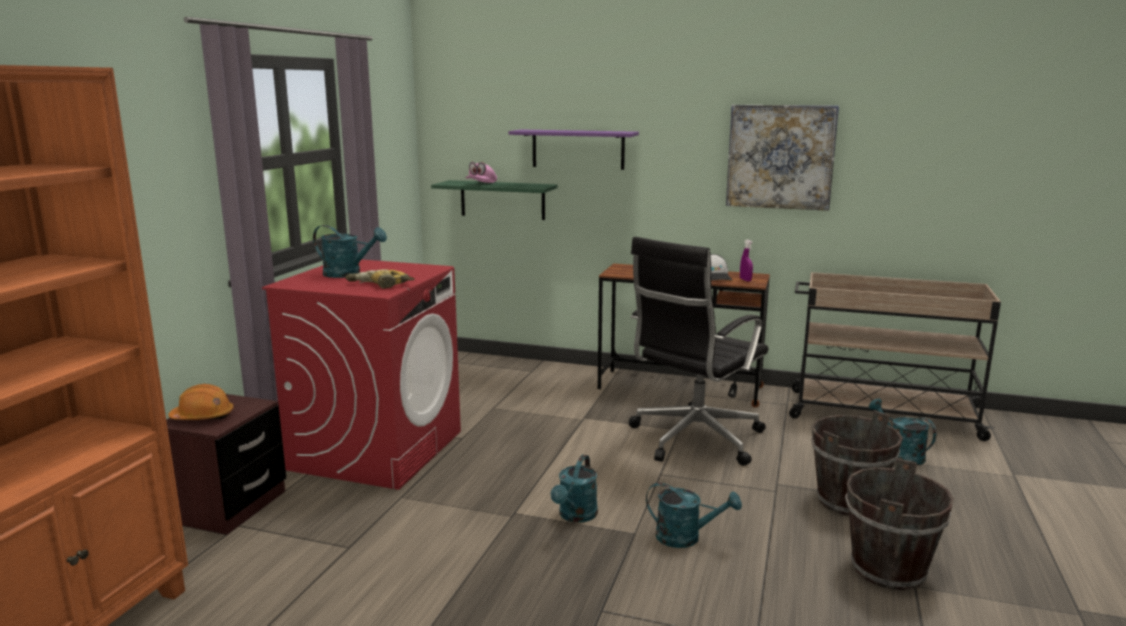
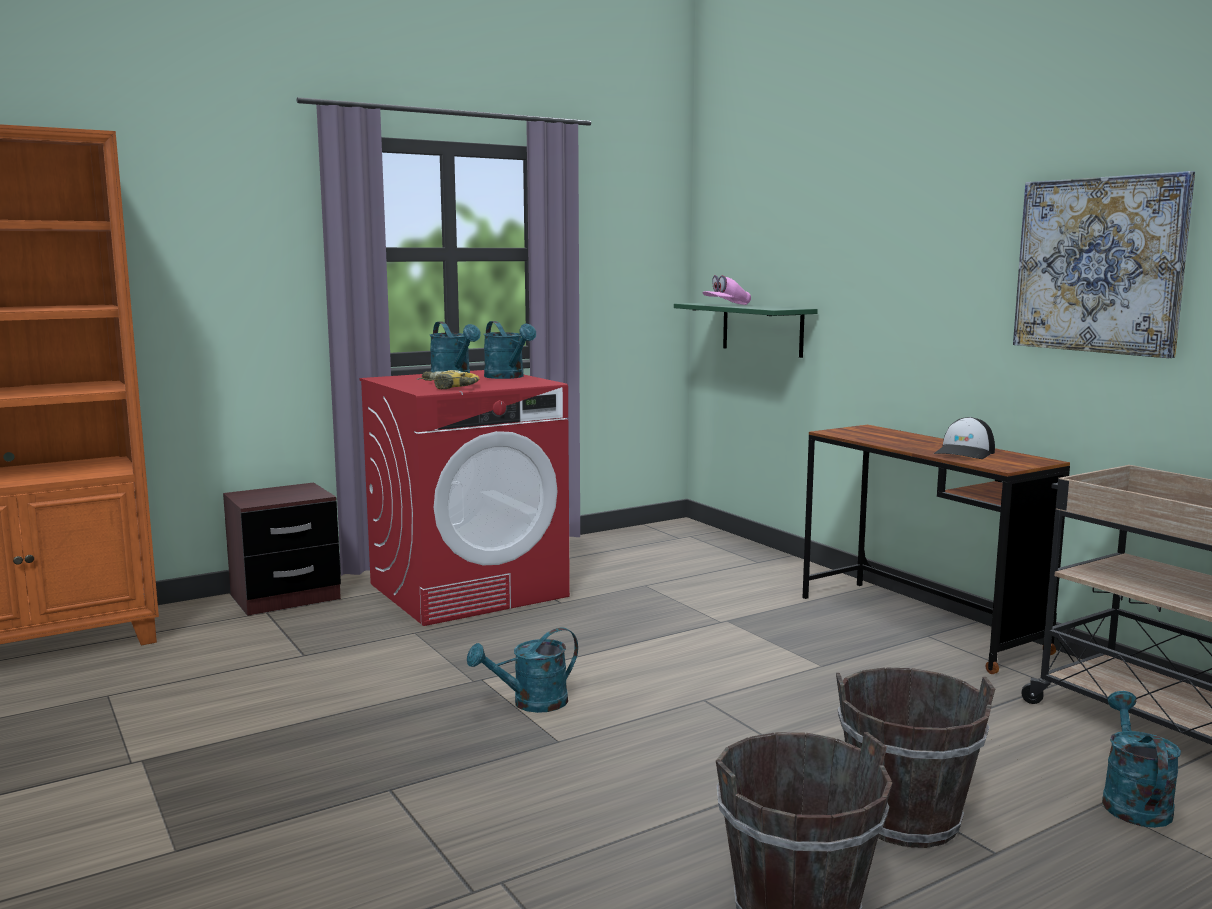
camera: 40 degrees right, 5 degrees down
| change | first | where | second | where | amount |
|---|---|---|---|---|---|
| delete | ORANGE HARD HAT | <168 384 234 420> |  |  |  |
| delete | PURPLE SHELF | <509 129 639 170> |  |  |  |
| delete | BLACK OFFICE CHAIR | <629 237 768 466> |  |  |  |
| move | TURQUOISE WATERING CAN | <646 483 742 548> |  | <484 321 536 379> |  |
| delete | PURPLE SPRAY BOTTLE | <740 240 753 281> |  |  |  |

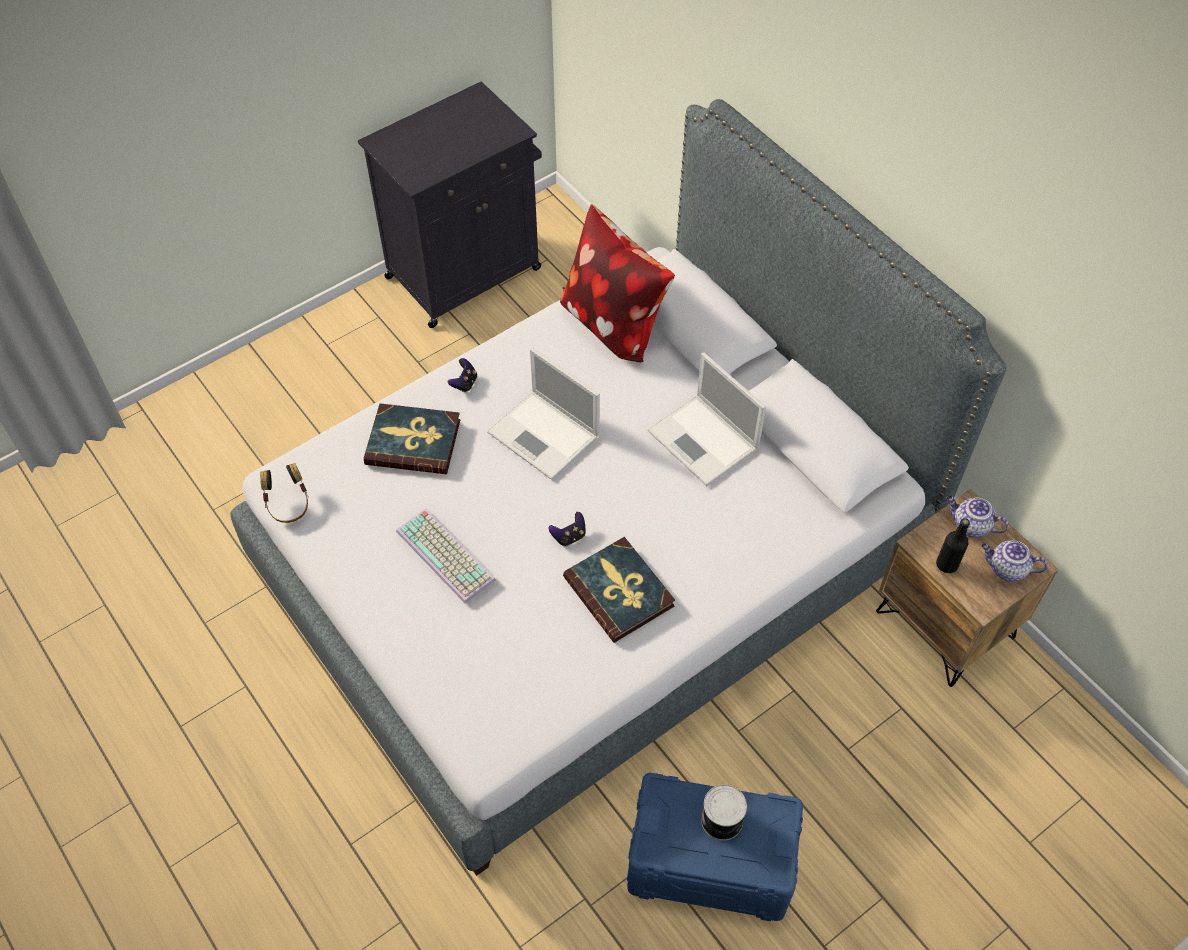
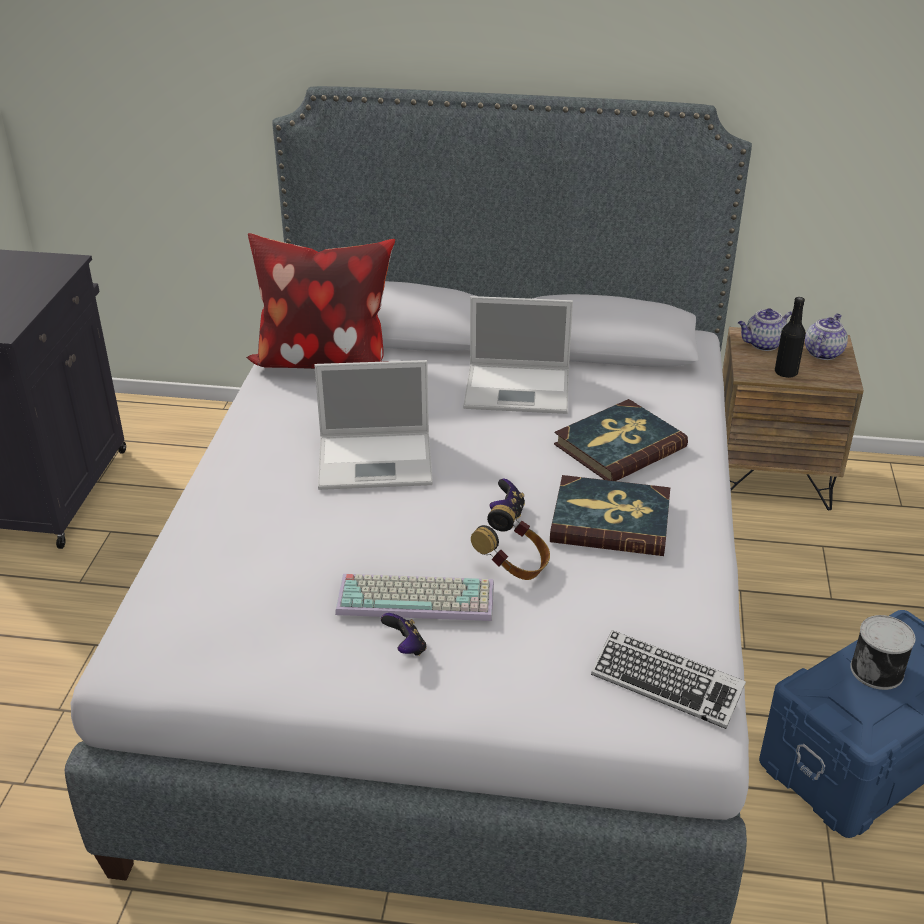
camera: 45 degrees left, 20 degrees down
| change | first | where | second | where | amount |
|---|---|---|---|---|---|
| move | HEADPHONES | <260 463 308 523> |  | <471 505 550 580> |  |
| move | BOOK | <364 403 460 474> |  | <554 399 688 481> |  |
| move | GAME CONTROLLER | <448 358 477 392> |  | <381 613 427 656> |  |
| rotate | TEAPOT | <981 540 1048 582> |  | <805 314 848 360> | 150 degrees clockwise |
| insert |  |  | KEYBOARD | <591 630 746 729> |  |

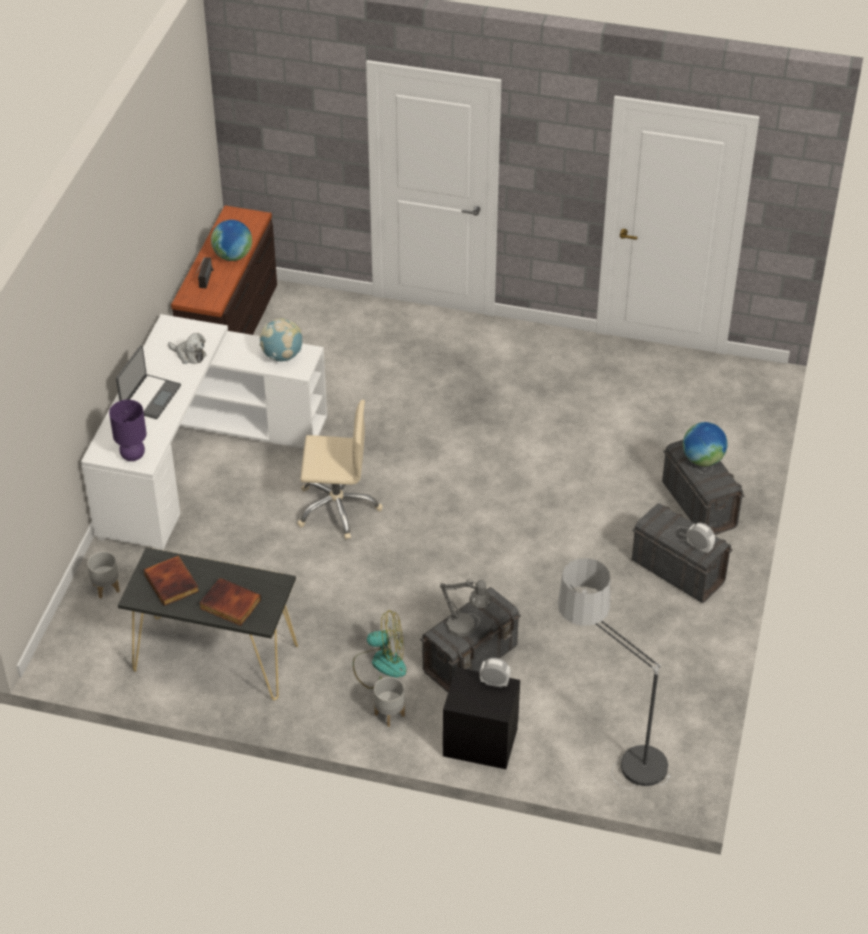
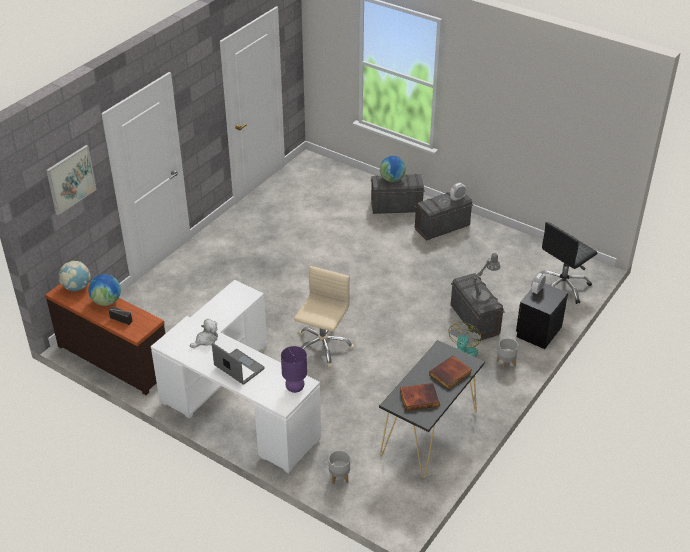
camera: 70 degrees left, 5 degrees down
| change | first | where | second | where | amount |
|---|---|---|---|---|---|
| move | GLOBE | <259 318 302 361> |  | <59 261 91 291> |  |
| replace | FLOOR LAMP | <558 558 671 789> | BLACK OFFICE CHAIR | <540 222 597 304> |  |
| insert |  |  | PICTURE | <46 145 97 215> |  |

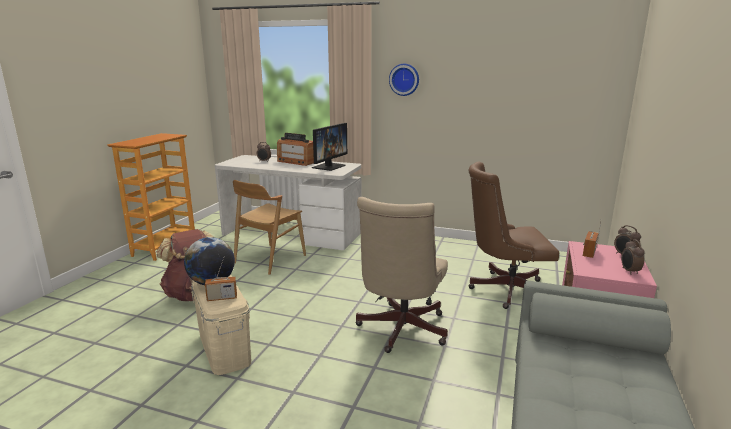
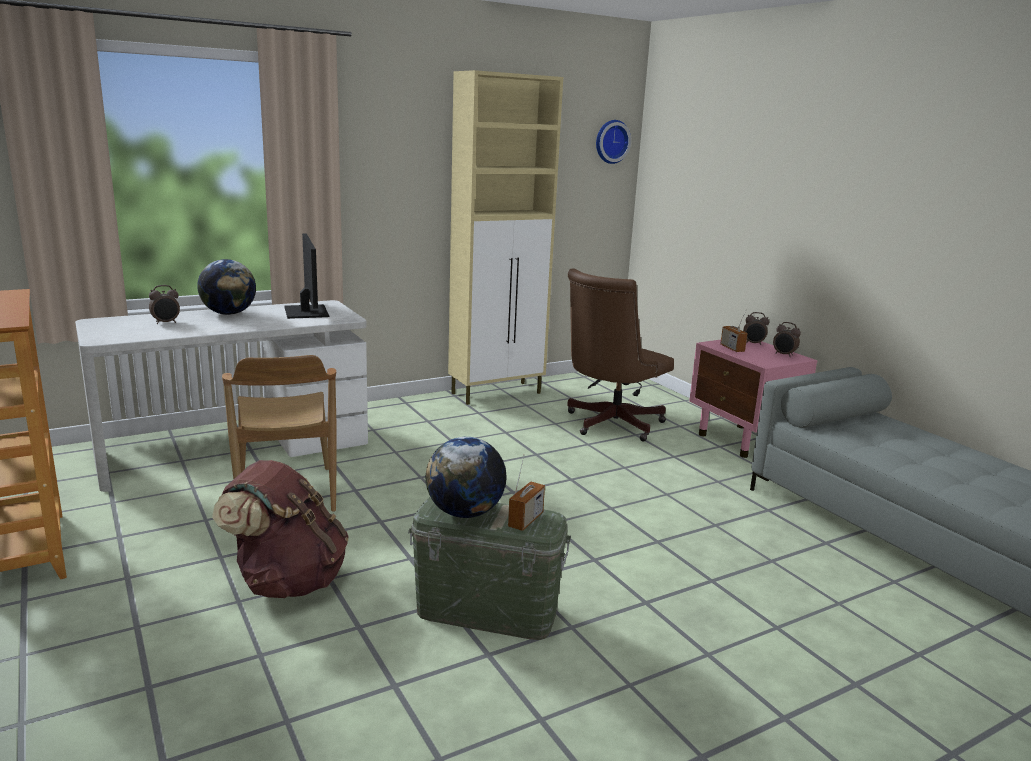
camera: 50 degrees left, 0 degrees up
| change | first | where | second | where | amount |
|---|---|---|---|---|---|
| recolor | BEIGE STORAGE BOX | <191 275 251 375> | GREEN STORAGE BOX | <408 497 571 640> |  |
| replace | RADIO | <277 133 314 166> | GLOBE | <197 259 256 315> |  |
| delete | BEIGE OFFICE CHAIR | <356 197 448 353> |  |  |  |
| move | WALL CLOCK | <389 64 419 96> |  | <596 120 631 164> |  |
| insert |  |  | BEIGE CABINET | <448 70 563 405> |  |

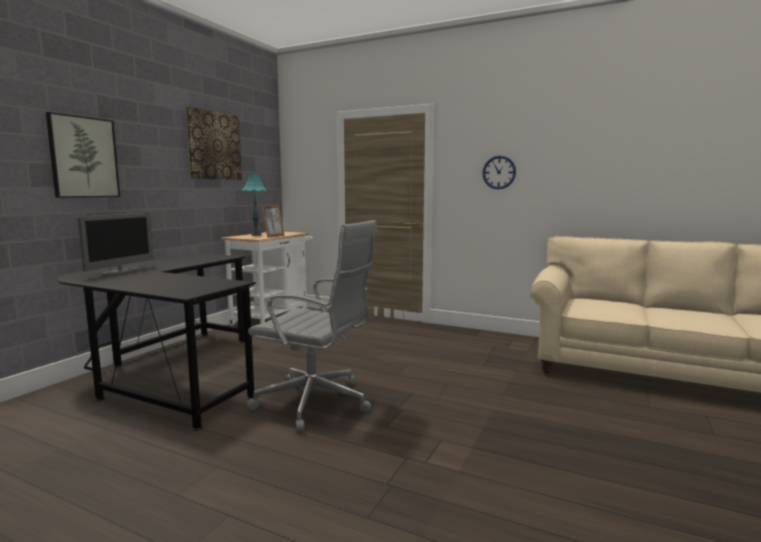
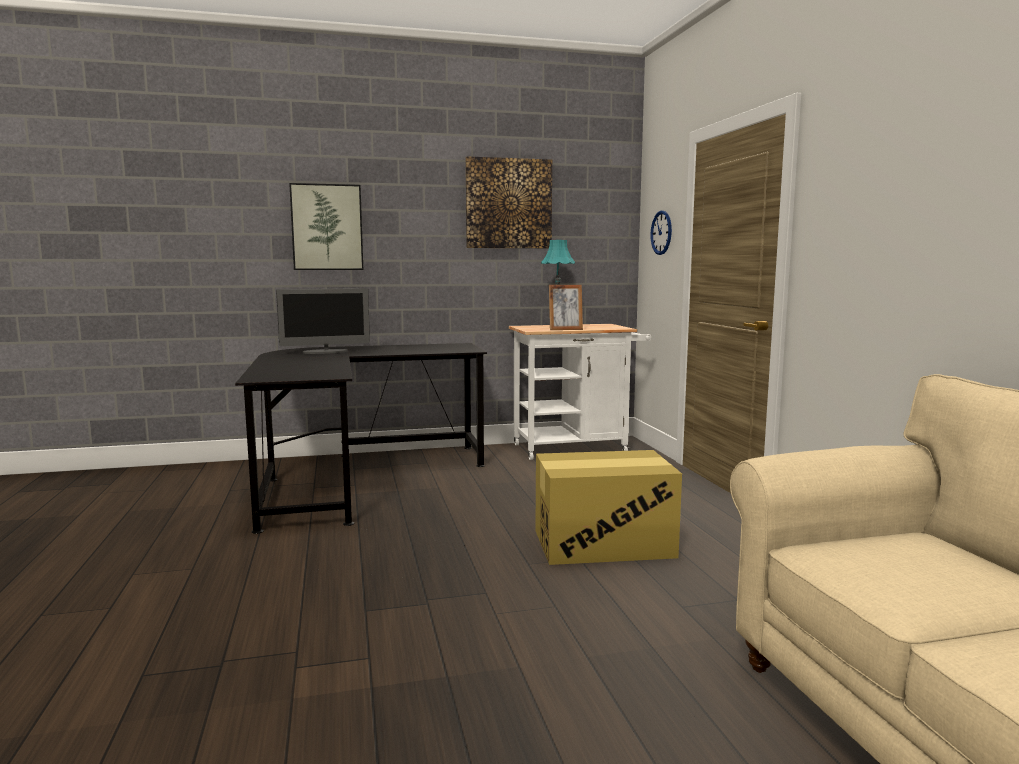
camera: 50 degrees right, 0 degrees up
| change | first | where | second | where | amount |
|---|---|---|---|---|---|
| delete | GREY OFFICE CHAIR | <246 220 377 432> |  |  |  |
| move | WALL CLOCK | <482 155 516 189> |  | <650 210 672 255> |  |
| insert |  |  | CARDBOARD BOX | <535 450 682 565> |  |

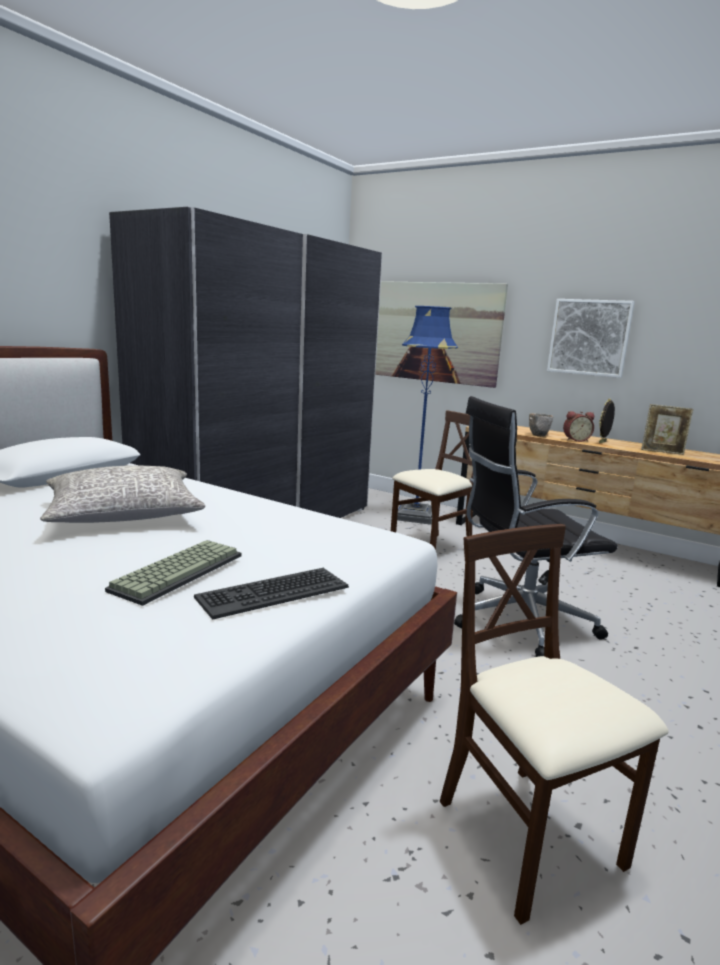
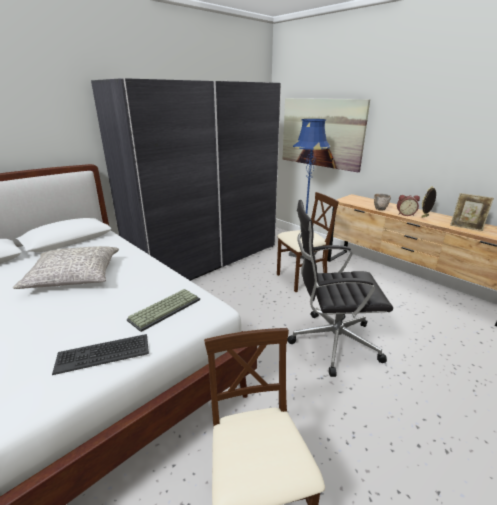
camera: 15 degrees right, 10 degrees up
| change | first | where | second | where | amount |
|---|---|---|---|---|---|
| move | KEYBOARD | <105 540 242 606> |  | <127 289 200 332> |  |
| delete | PICTURE | <547 299 635 378> |  |  |  |

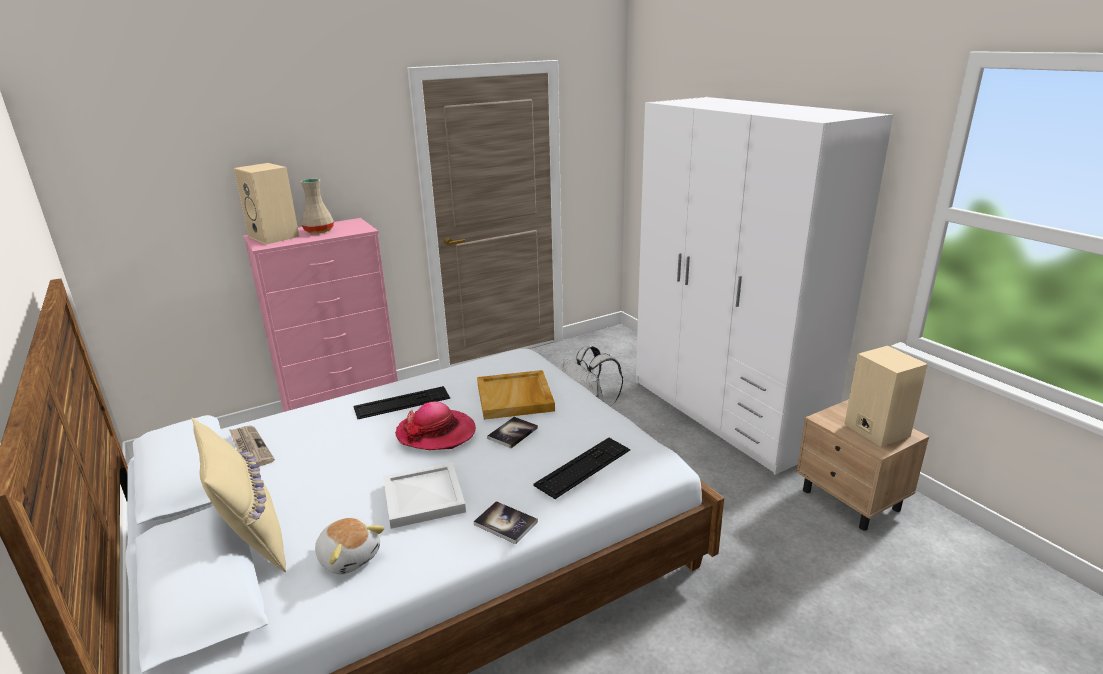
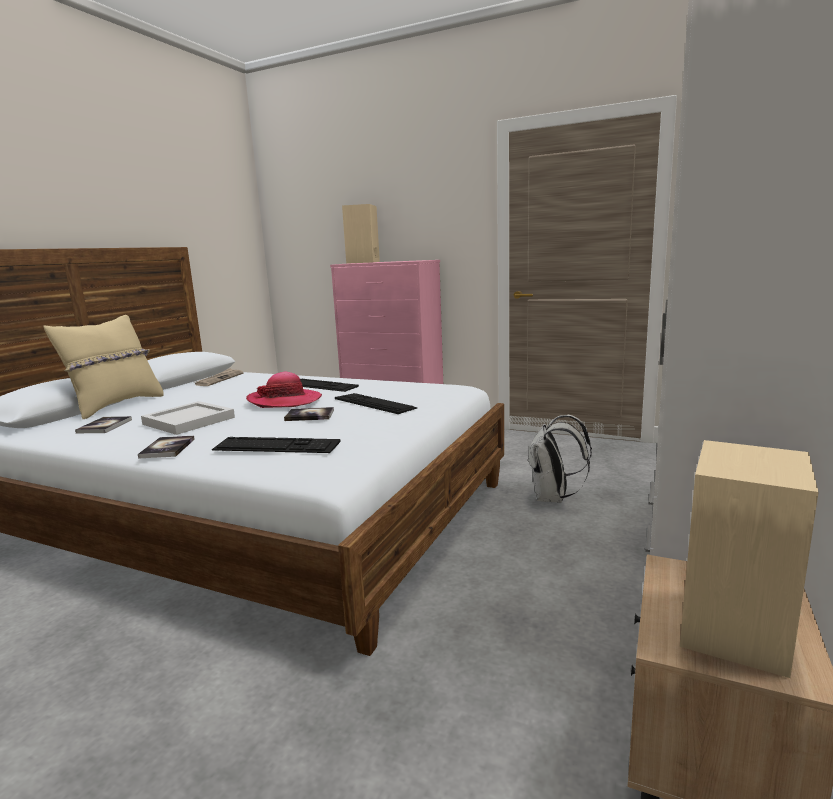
camera: 55 degrees right, 10 degrees down
| change | first | where | second | where | amount |
|---|---|---|---|---|---|
| delete | BEIGE VASE | <300 179 334 233> |  |  |  |
| replace | PLUSH TOY | <315 517 385 574> | BOOK | <75 416 132 433> |  |
| replace | BEIGE TRAY | <477 370 555 420> | KEYBOARD | <335 393 417 414> |  |

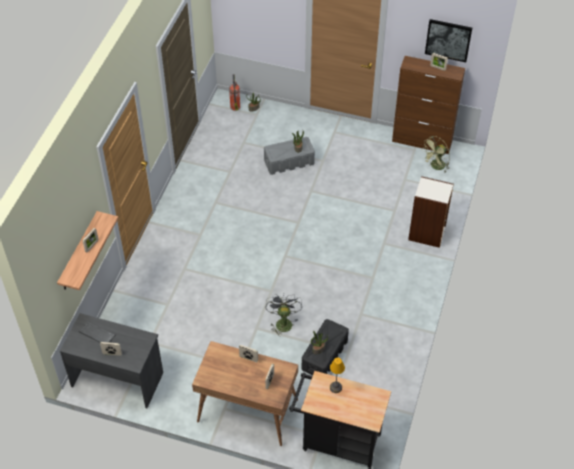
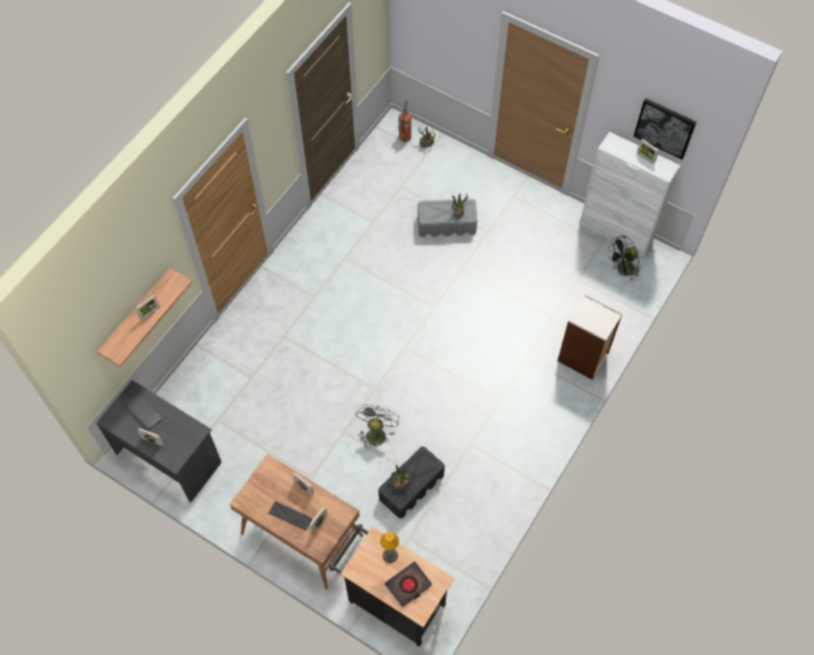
camera: 15 degrees right, 10 degrees up
| change | first | where | second | where | amount |
|---|---|---|---|---|---|
| recolor | BROWN CABINET | <392 56 465 154> | WHITE CABINET | <579 132 681 257> |  |
| recolor | GREEN FAN | <422 136 450 172> | BLACK FAN | <608 235 640 280> |  |
| insert |  |  | KEYBOARD | <269 501 312 530> |  |
| insert |  |  | BLACK BOOK | <385 561 432 608> |  |

